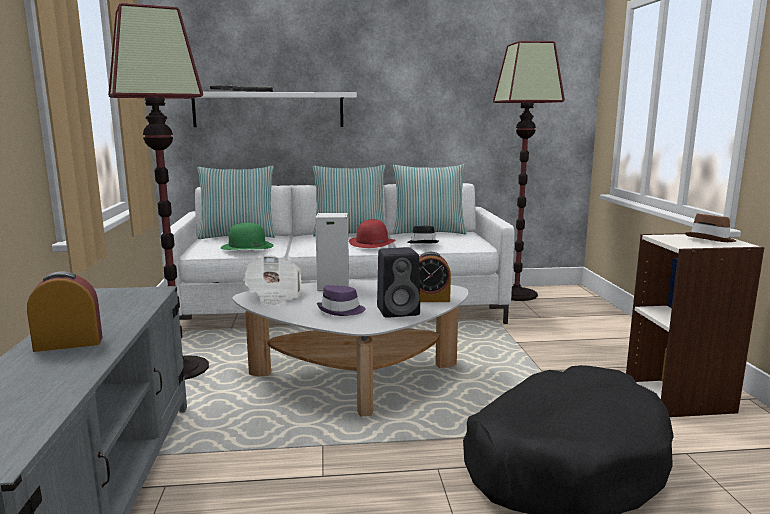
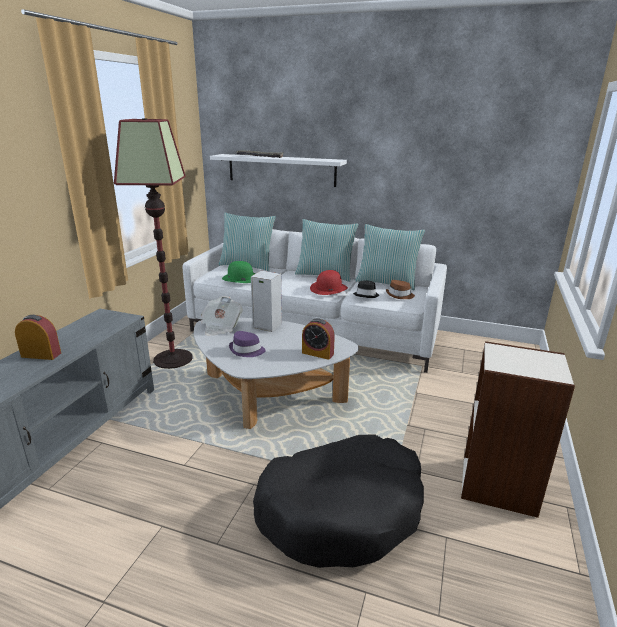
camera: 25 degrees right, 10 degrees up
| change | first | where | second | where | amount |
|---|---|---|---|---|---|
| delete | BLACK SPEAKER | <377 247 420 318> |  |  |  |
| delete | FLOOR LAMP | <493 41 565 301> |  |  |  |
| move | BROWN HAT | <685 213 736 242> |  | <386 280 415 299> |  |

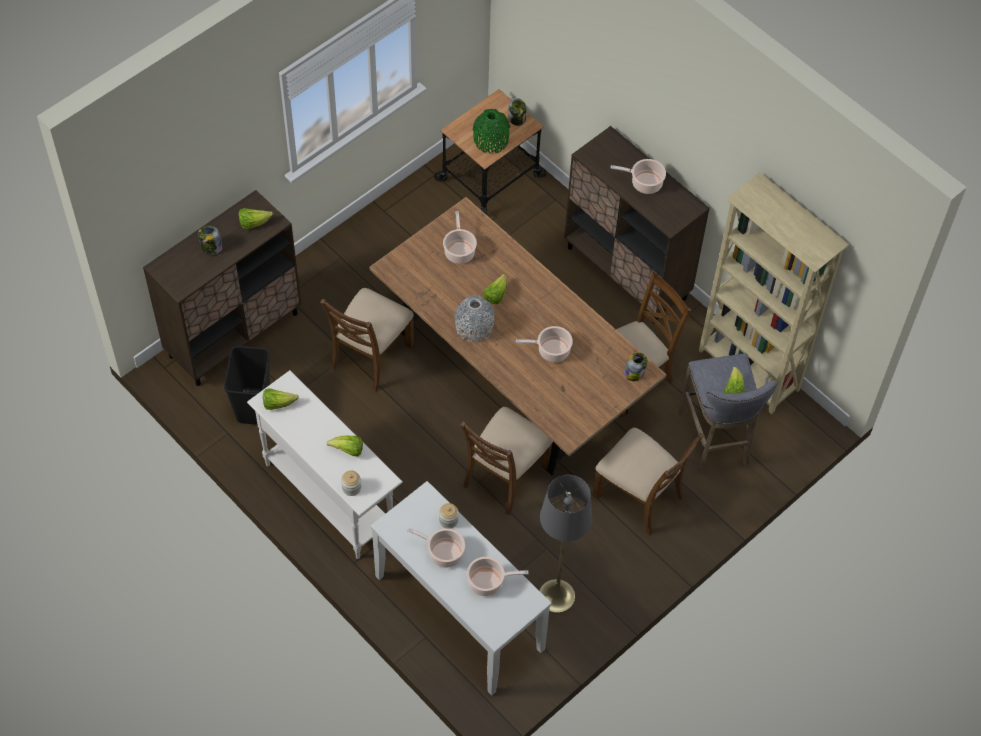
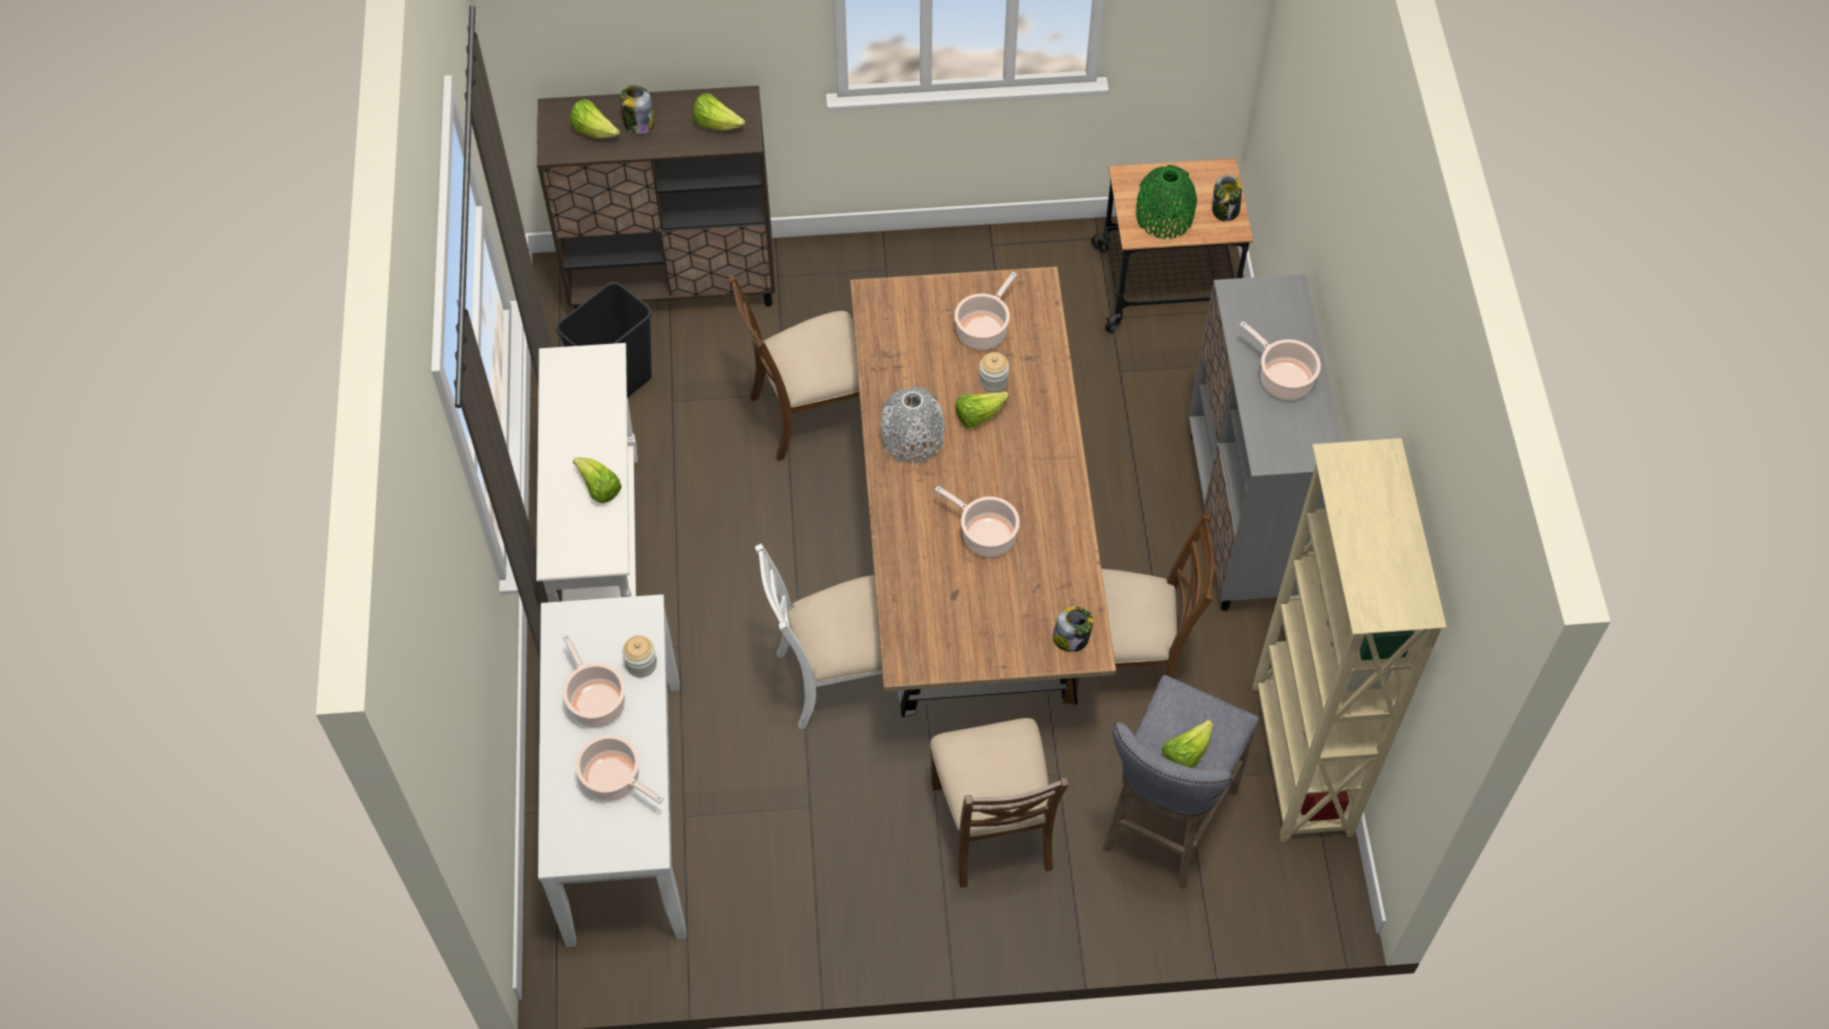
camera: 40 degrees right, 0 degrees up
| change | first | where | second | where | amount |
|---|---|---|---|---|---|
| move | LETTUCE | <263 388 299 410> |  | <570 99 620 138> |  |
| move | JAR | <341 471 361 496> |  | <979 352 1009 392> |  |
| recolor | BROWN CHAIR | <461 407 553 515> | WHITE CHAIR | <755 543 904 729> |  |
| delete | GREY FLOOR LAMP | <539 475 592 614> |  |  |  |
| recolor | BROWN CABINET | <564 126 710 324> | GREY CABINET | <1188 274 1343 611> |  |

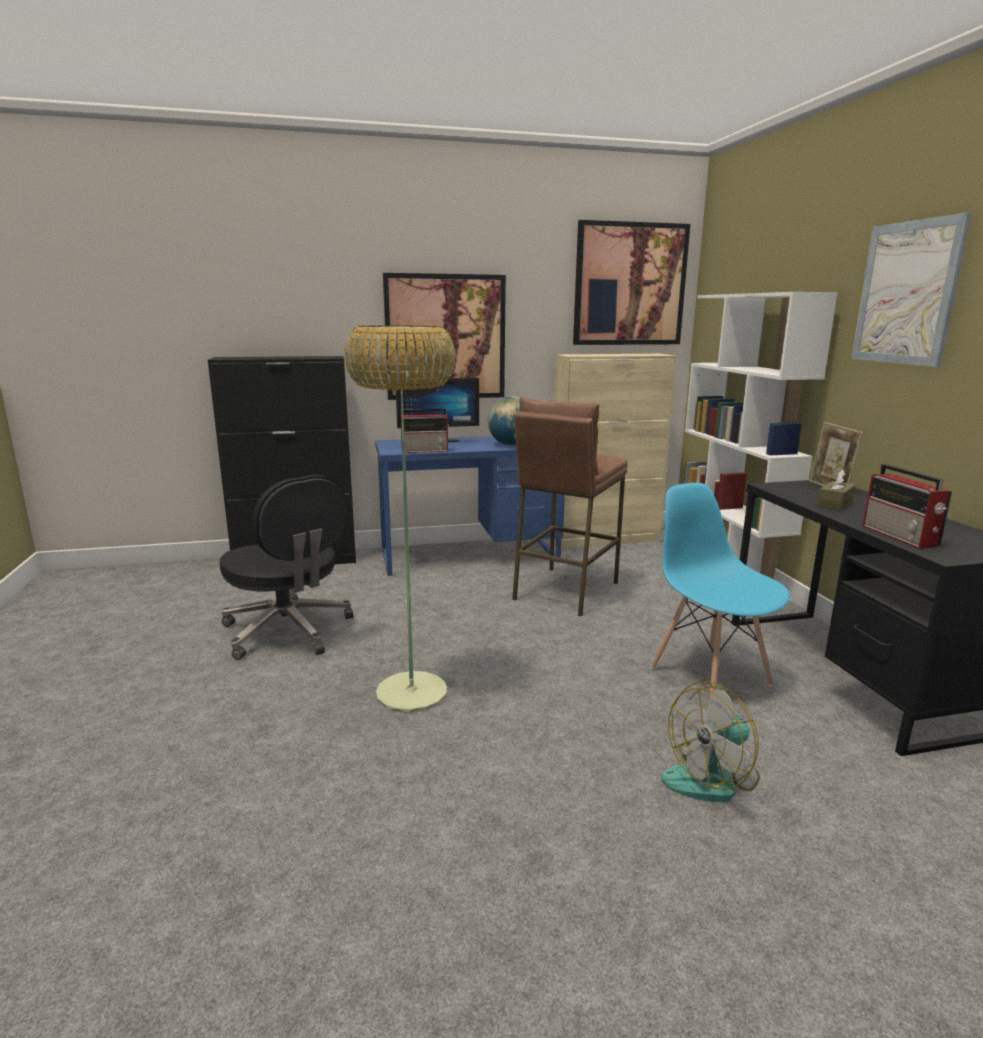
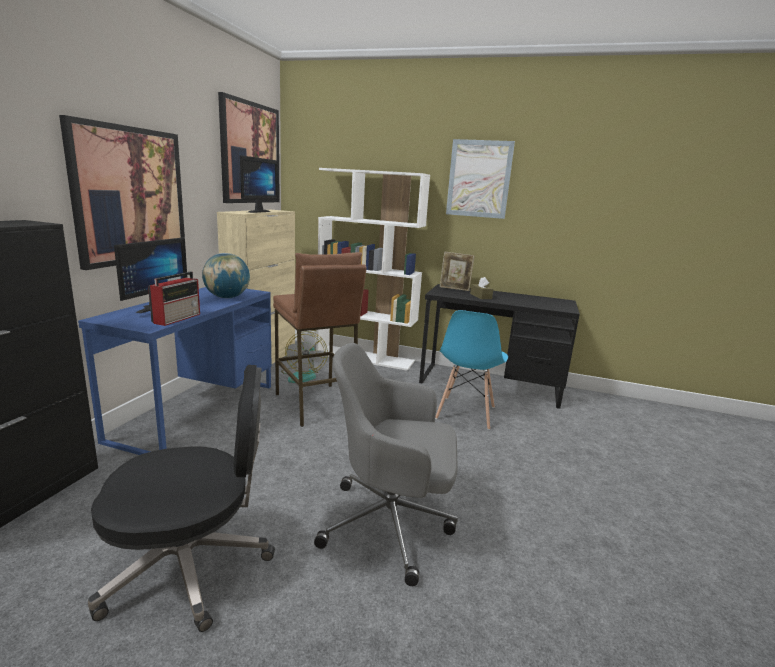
camera: 60 degrees left, 0 degrees up
| change | first | where | second | where | amount |
|---|---|---|---|---|---|
| replace | FLOOR LAMP | <344 325 456 713> | GREY OFFICE CHAIR | <314 343 458 586> |  |
| rotate | BLUE CHAIR | <651 483 790 707> |  | <435 310 508 430> | 75 degrees counterclockwise |
| move | FAN | <661 681 760 802> |  | <281 331 328 383> |  |
| delete | RADIO | <863 464 952 549> |  |  |  |
| insert |  |  | MONITOR | <240 155 278 213> |  |

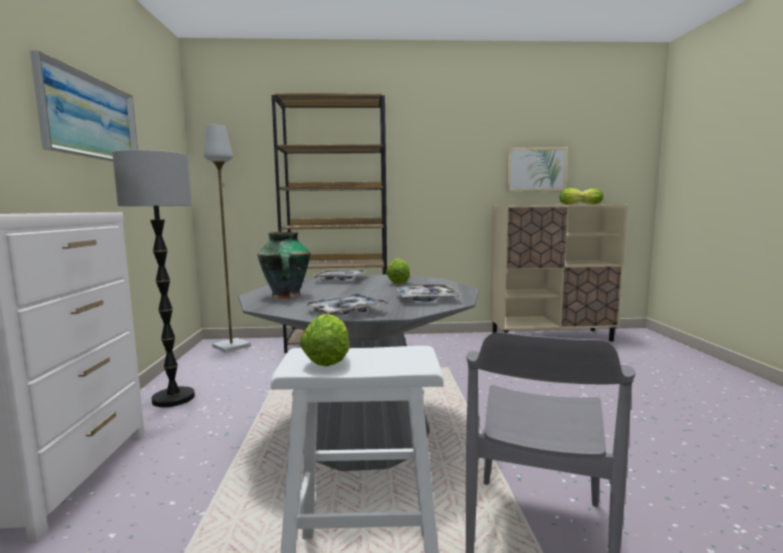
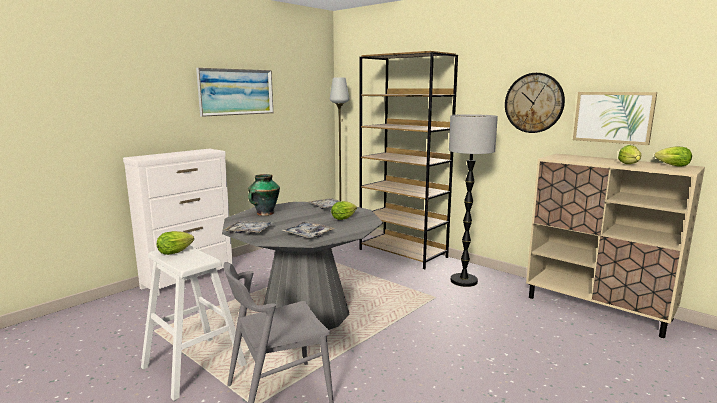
camera: 45 degrees right, 5 degrees up
| change | first | where | second | where | amount |
|---|---|---|---|---|---|
| move | FLOOR LAMP | <112 150 195 407> |  | <449 114 498 287> |  |
| insert |  |  | WALL CLOCK | <505 73 565 133> |  |

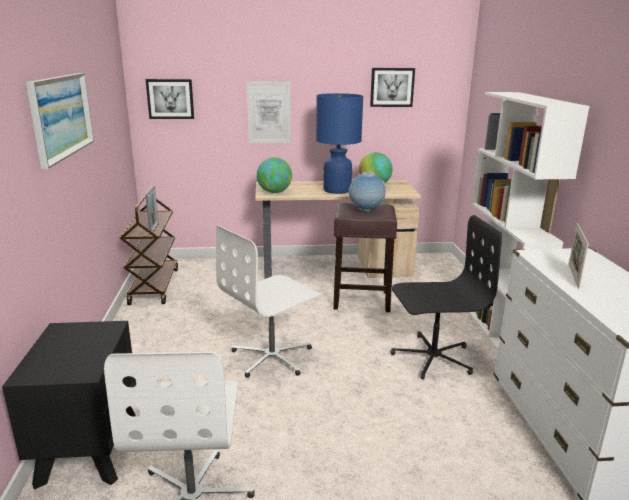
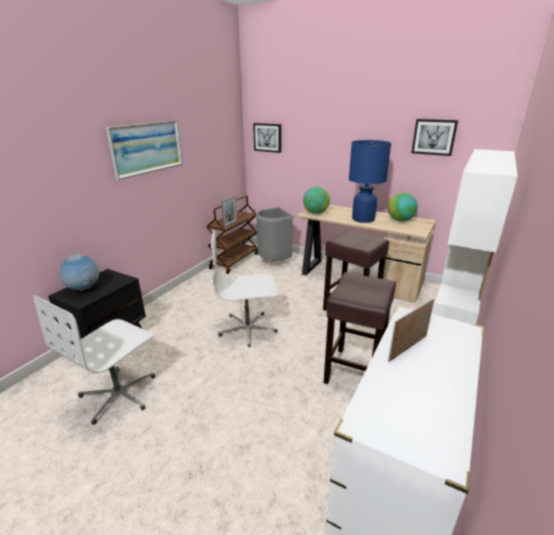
camera: 35 degrees right, 5 degrees up
| change | first | where | second | where | amount |
|---|---|---|---|---|---|
| delete | PICTURE | <247 81 291 143> |  |  |  |
| move | GLOBE | <349 172 386 211> |  | <59 254 99 291> |  |
| replace | BLACK OFFICE CHAIR | <391 215 502 380> | BROWN STOOL | <324 272 396 384> |  |
| insert |  |  | GREY TRASH CAN | <256 207 294 261> |  |

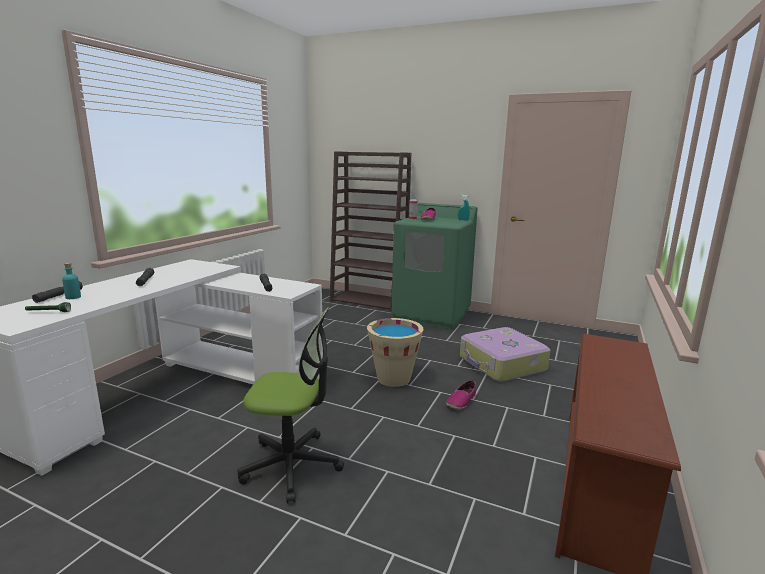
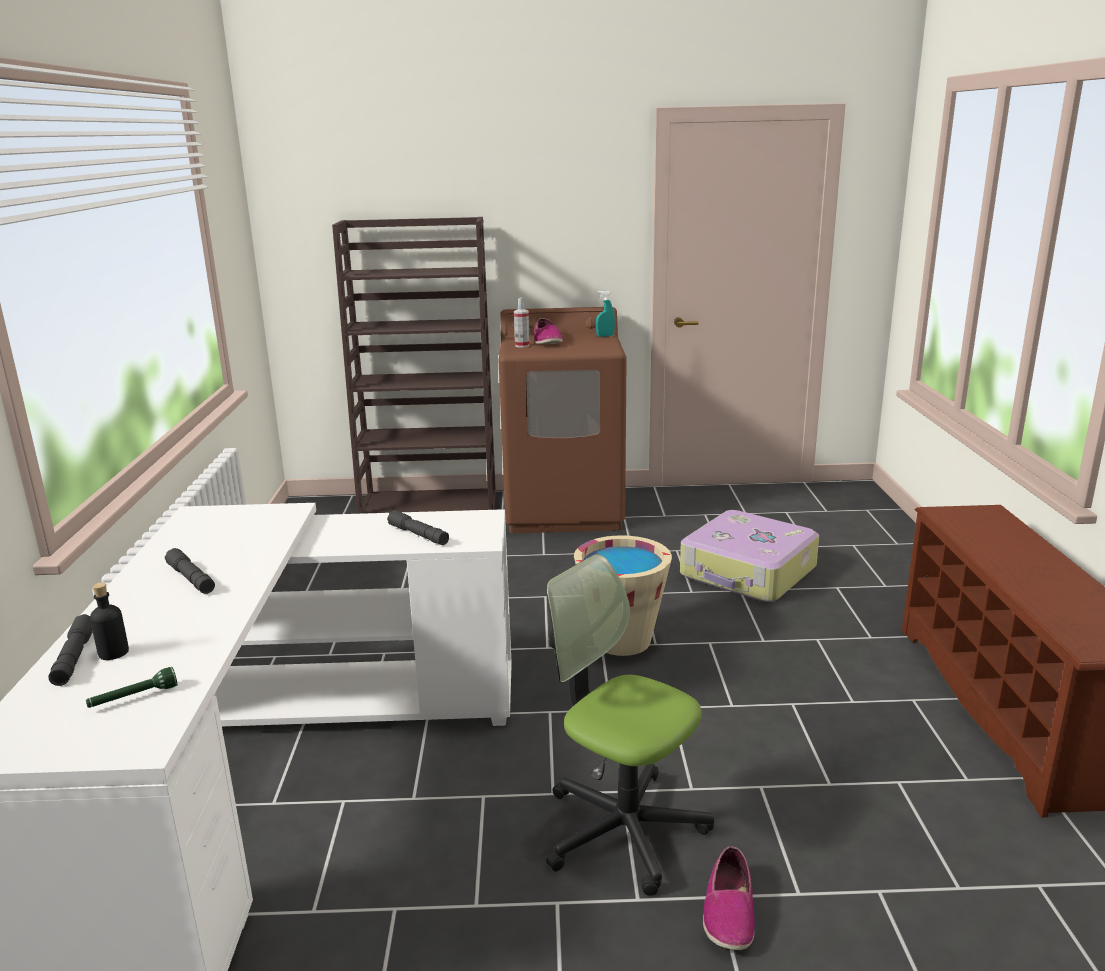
camera: 25 degrees left, 5 degrees up
| change | first | where | second | where | amount |
|---|---|---|---|---|---|
| recolor | TURQUOISE BOTTLE | <62 263 81 299> | BLACK BOTTLE | <90 583 129 660> |  |
| rotate | OFFICE CHAIR | <238 307 344 504> |  | <546 554 714 896> | 120 degrees counterclockwise |
| recolor | GREEN WASHING MACHINE | <391 203 477 329> | BROWN WASHING MACHINE | <499 307 627 533> |  |
| move | SHOE | <446 380 476 409> |  | <703 846 755 950> |  |

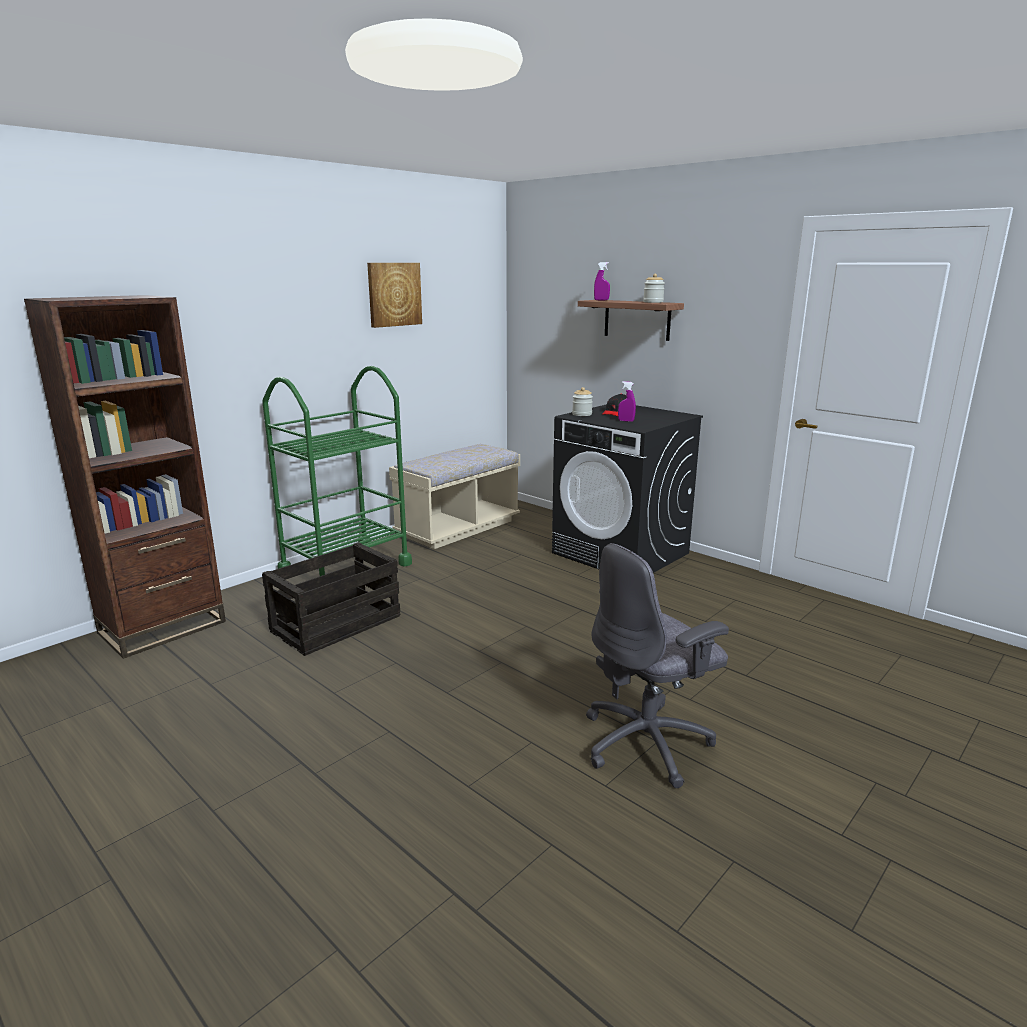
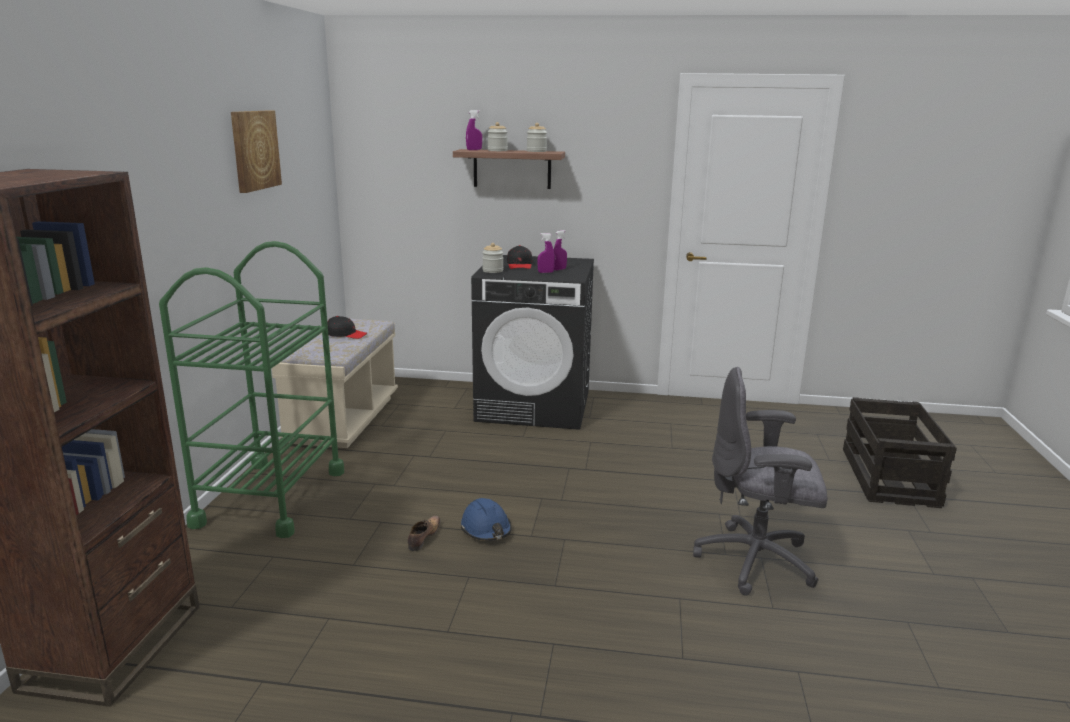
camera: 35 degrees left, 0 degrees up
| change | first | where | second | where | amount |
|---|---|---|---|---|---|
| move | CRATE | <262 542 401 656> |  | <843 397 957 508> |  |
| rotate | GREY OFFICE CHAIR | <586 543 729 788> |  | <693 367 828 596> | 75 degrees clockwise |
| insert |  |  | BLACK CAP | <327 316 367 339> |  |
| insert |  |  | SHOE | <408 516 440 551> |  |
| insert |  |  | BLUE HARD HAT | <461 498 512 541> |  |
| insert |  |  | JAR | <487 122 508 151> |  |
| insert |  |  | PURPLE SPRAY BOTTLE | <554 230 567 270> |  |

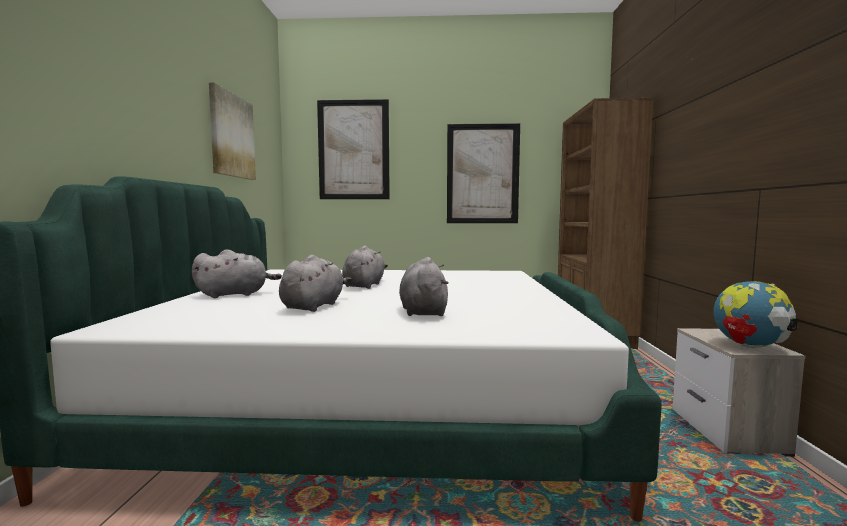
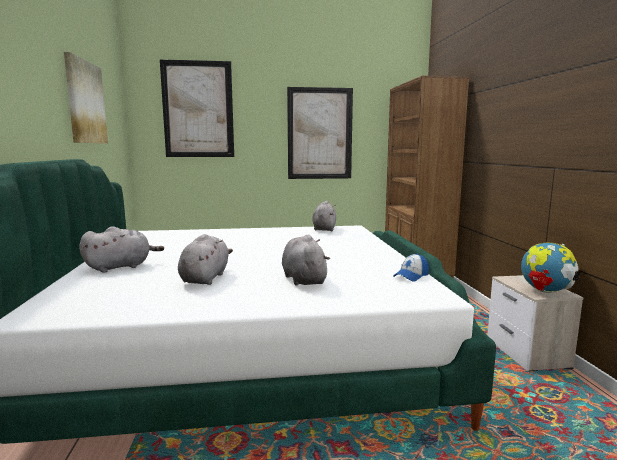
camera: 10 degrees left, 5 degrees up
| change | first | where | second | where | amount |
|---|---|---|---|---|---|
| move | GREY PLUSH TOY | <342 246 388 289> |  | <312 201 336 231> |  |
| insert |  |  | CAP | <393 254 429 282> |  |

